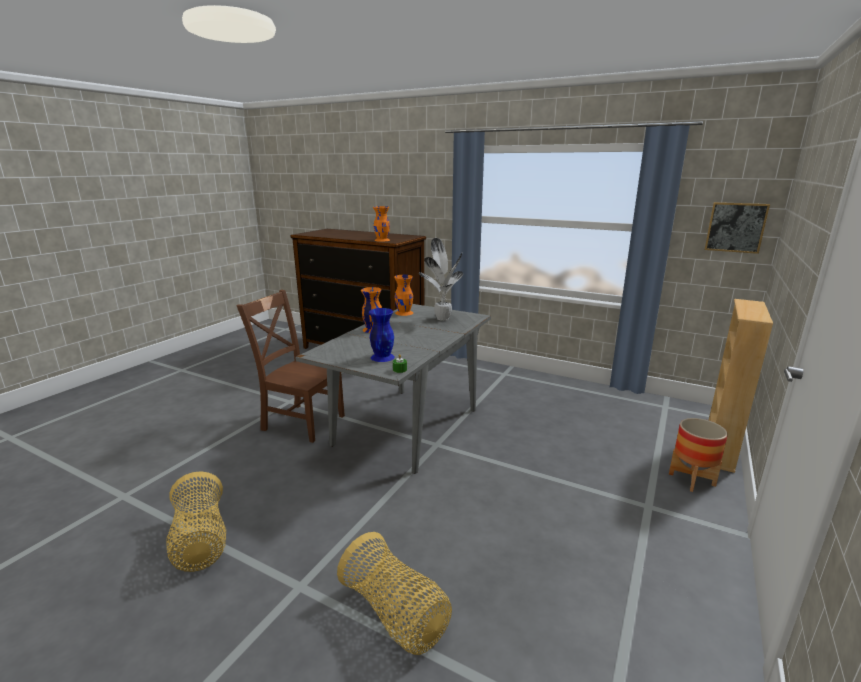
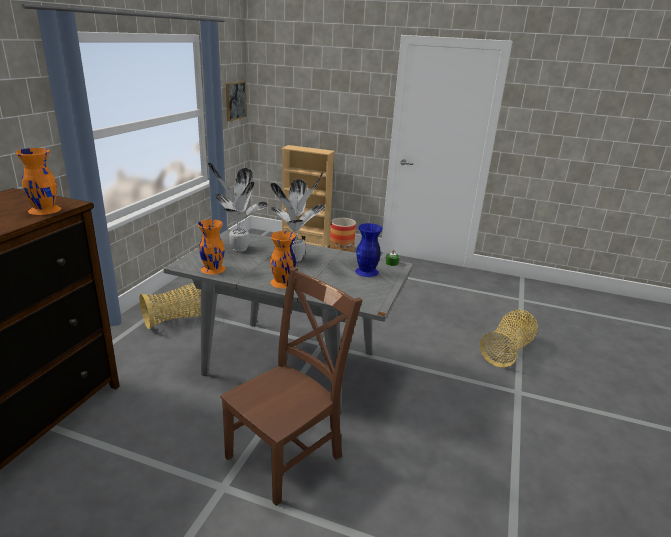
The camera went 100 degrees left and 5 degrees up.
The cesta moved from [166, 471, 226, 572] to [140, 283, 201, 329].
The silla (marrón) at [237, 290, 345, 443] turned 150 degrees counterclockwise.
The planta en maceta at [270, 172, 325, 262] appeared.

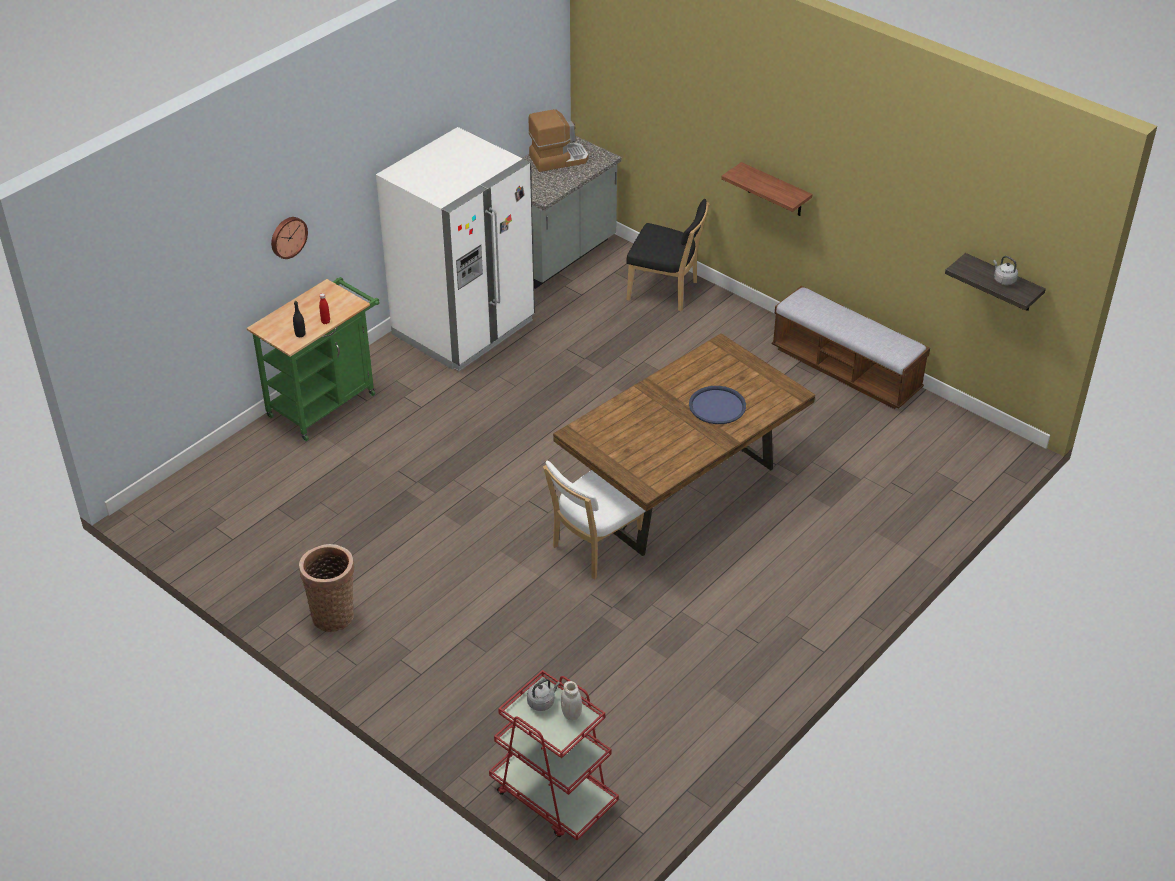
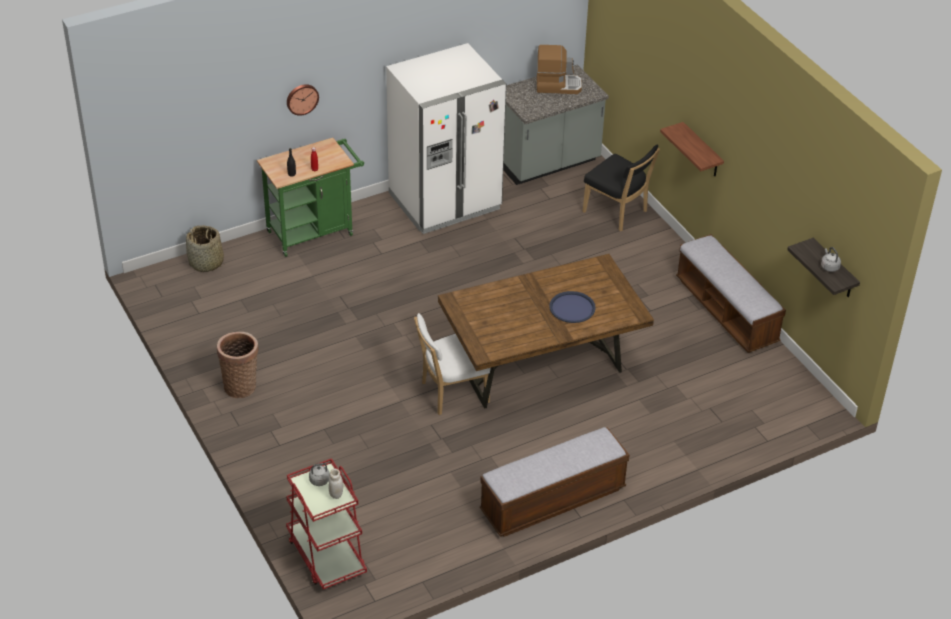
The camera went 20 degrees right and 0 degrees up.
The cesta at [186, 225, 224, 272] appeared.
The banco at [480, 427, 629, 537] appeared.

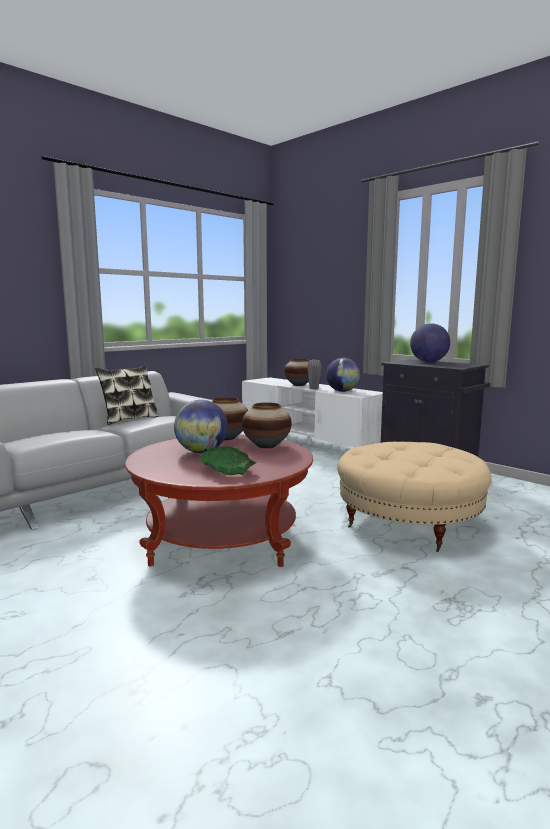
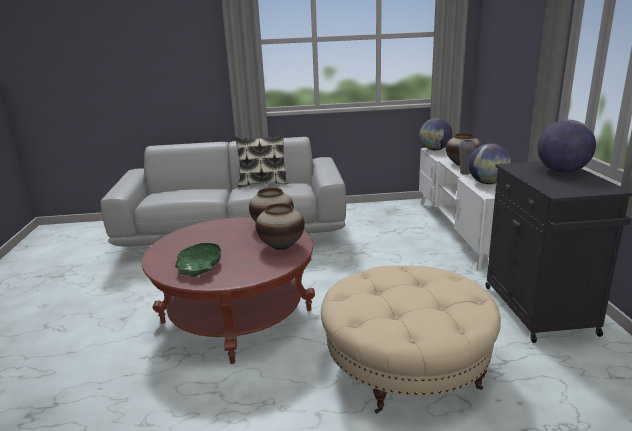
The camera went 40 degrees right and 10 degrees up.
The globo terráqueo moved from [174, 400, 228, 453] to [419, 118, 452, 150].

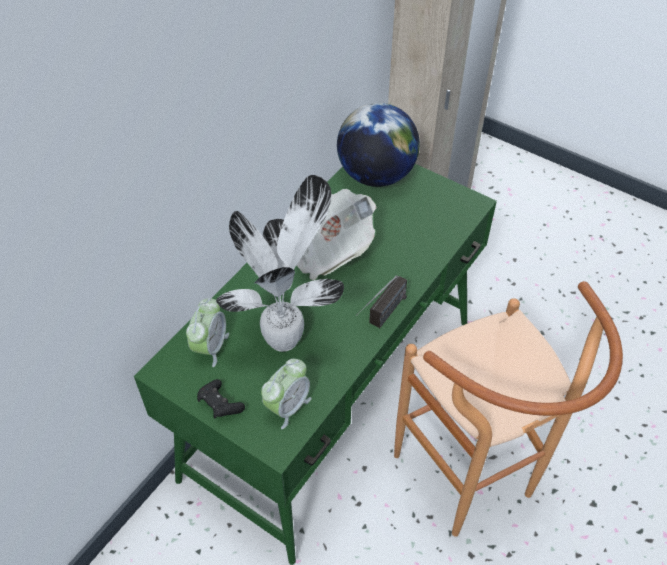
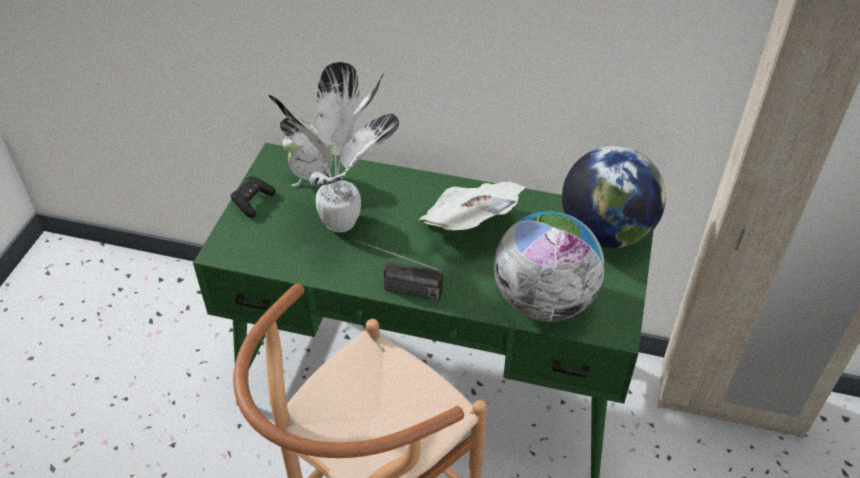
The camera went 70 degrees right and 5 degrees down.
The globo terráqueo at [494, 212, 605, 322] appeared.
The despertador at [261, 359, 312, 429] disappeared.

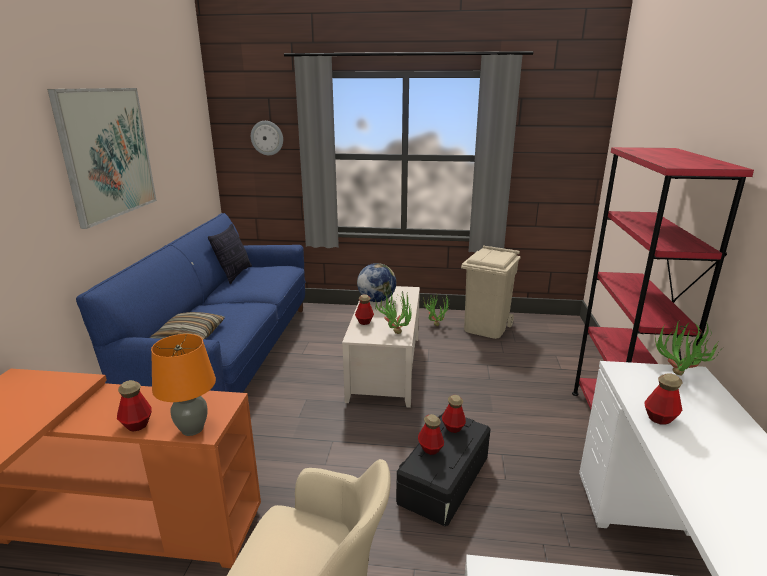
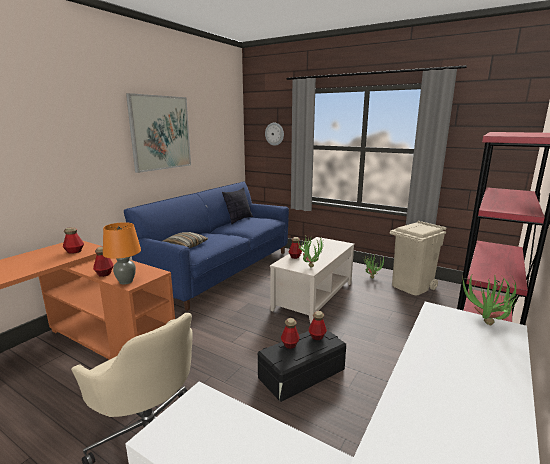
The camera went 25 degrees right and 5 degrees down.
The botella moved from [644, 373, 682, 425] to [63, 227, 84, 254].
The globo terráqueo at [357, 263, 396, 302] disappeared.

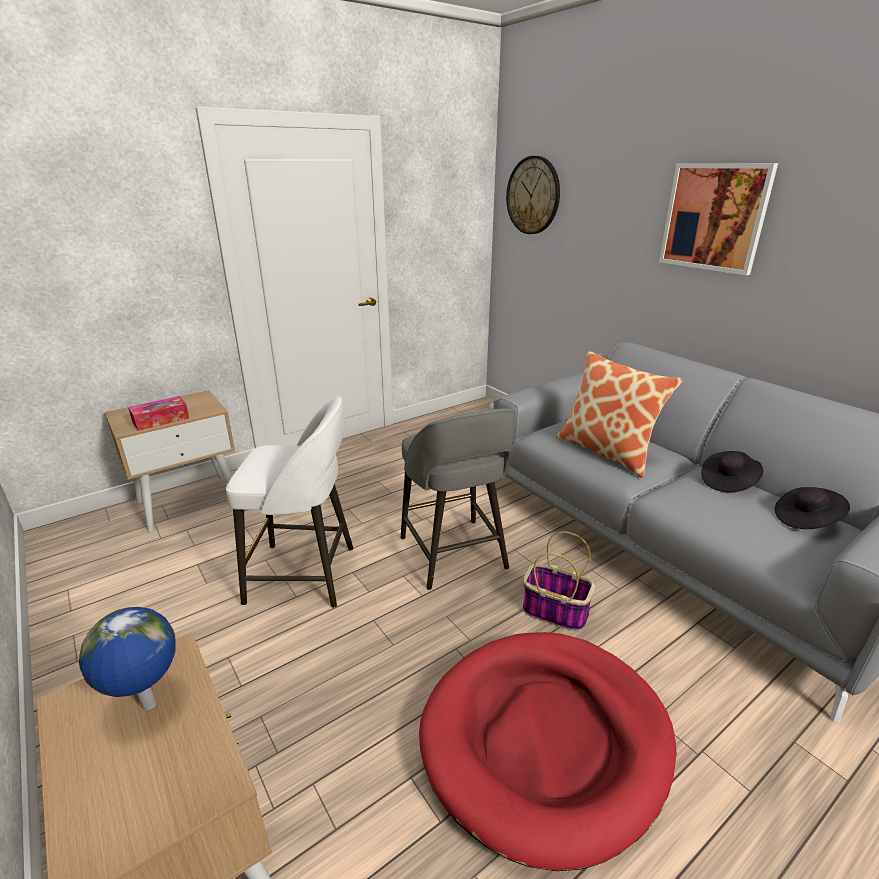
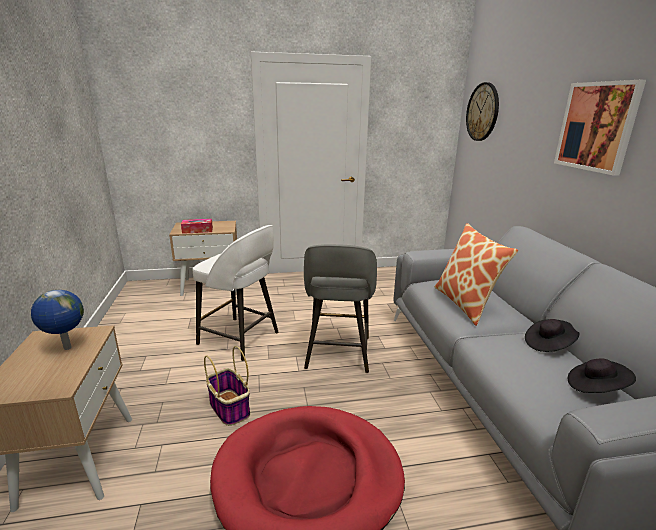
The camera went 25 degrees right and 5 degrees down.
The cesta moved from [523, 531, 595, 631] to [204, 346, 250, 426].

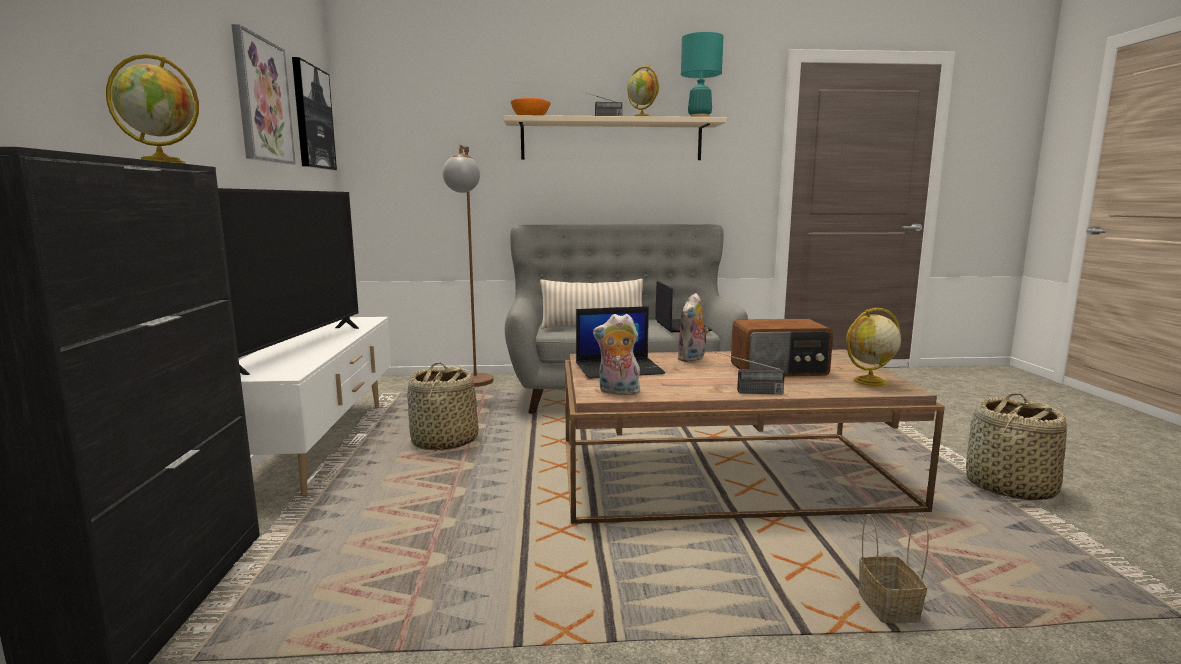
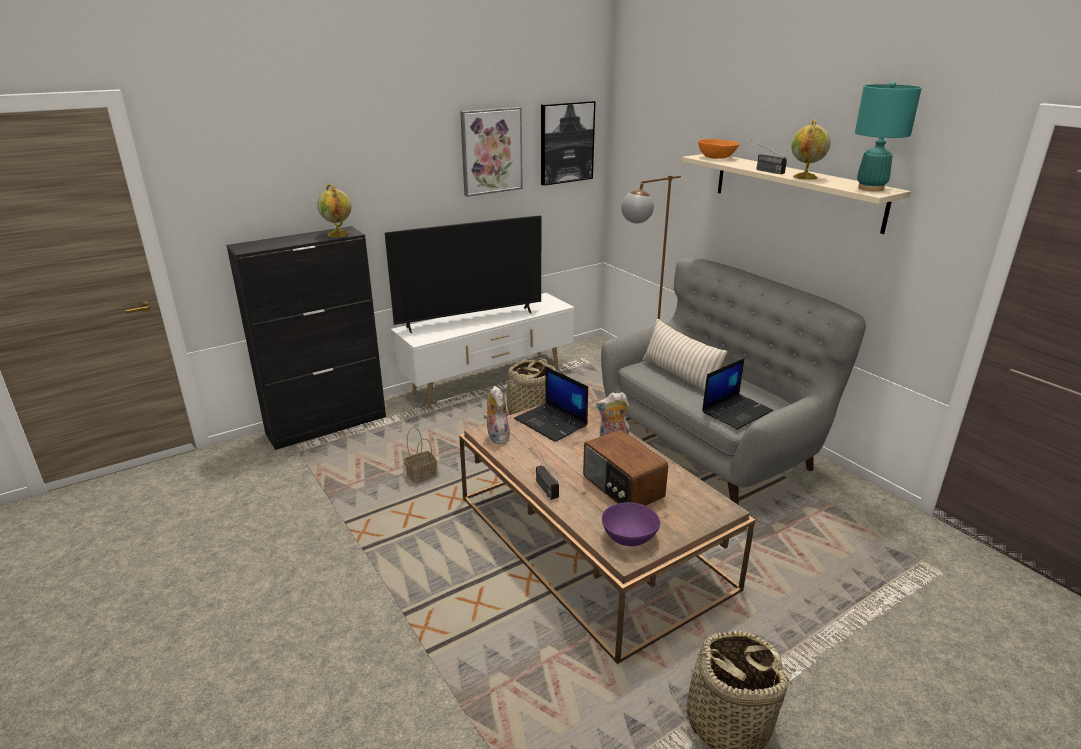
The camera went 60 degrees right and 15 degrees up.
The cesta moved from [859, 513, 929, 623] to [404, 427, 437, 484].
The globo terráqueo at [846, 308, 901, 387] was replaced by the cuenco (morado) at [602, 502, 661, 546].

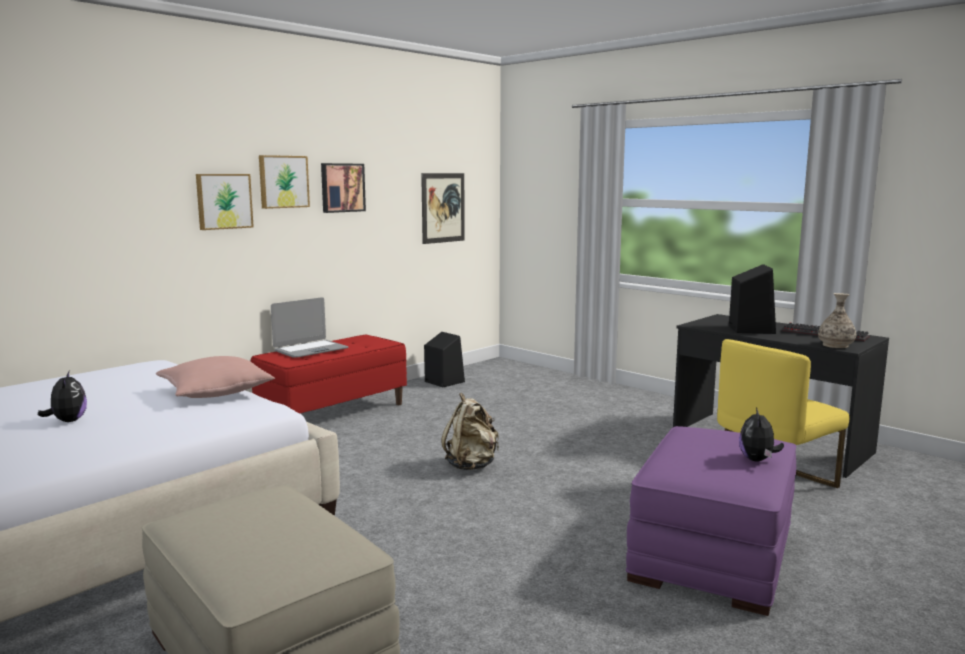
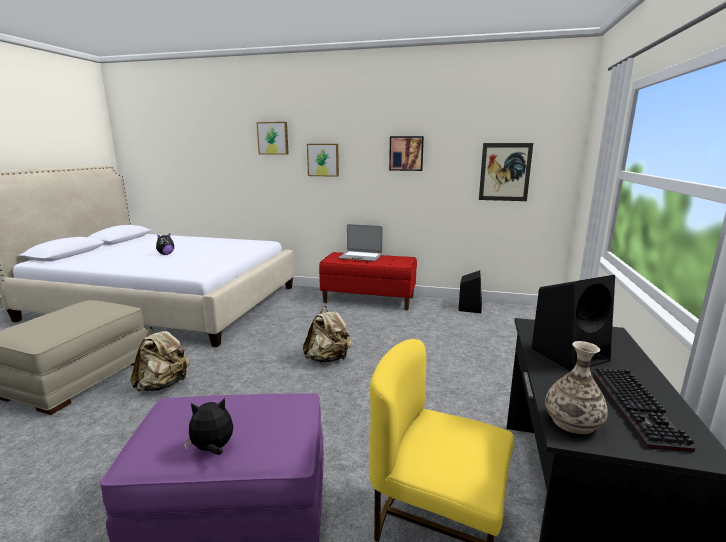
The camera went 60 degrees right and 5 degrees up.
The mochila (beis) at [131, 327, 190, 391] appeared.
The cuadro moved from [259, 155, 310, 209] to [256, 122, 289, 155].
The cojín (rosa) at [156, 356, 275, 398] disappeared.

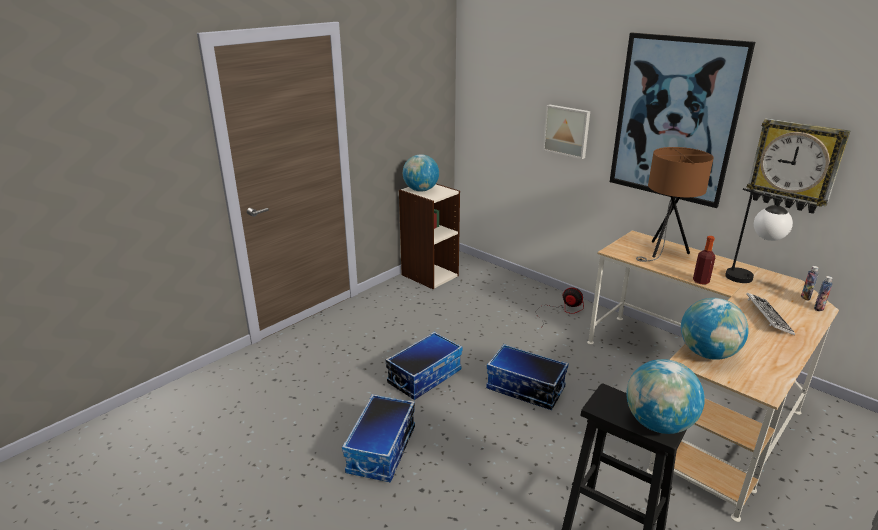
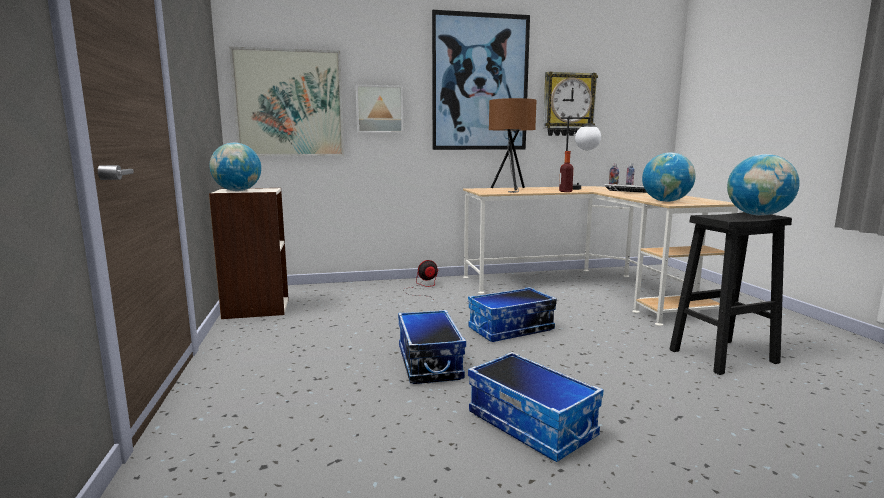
The camera went 55 degrees left and 15 degrees down.
The cuadro at [229, 47, 344, 157] appeared.

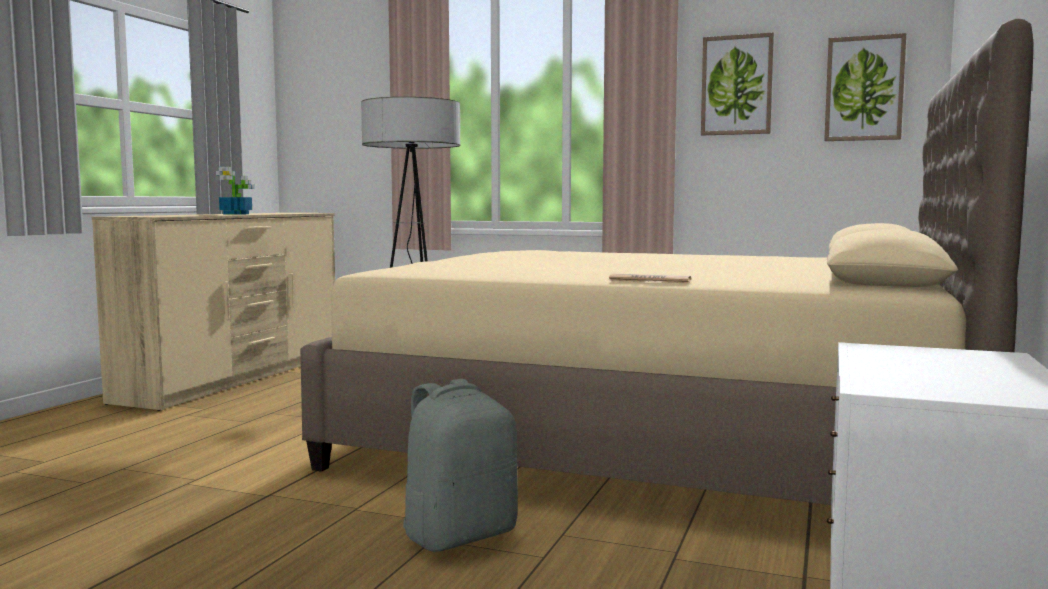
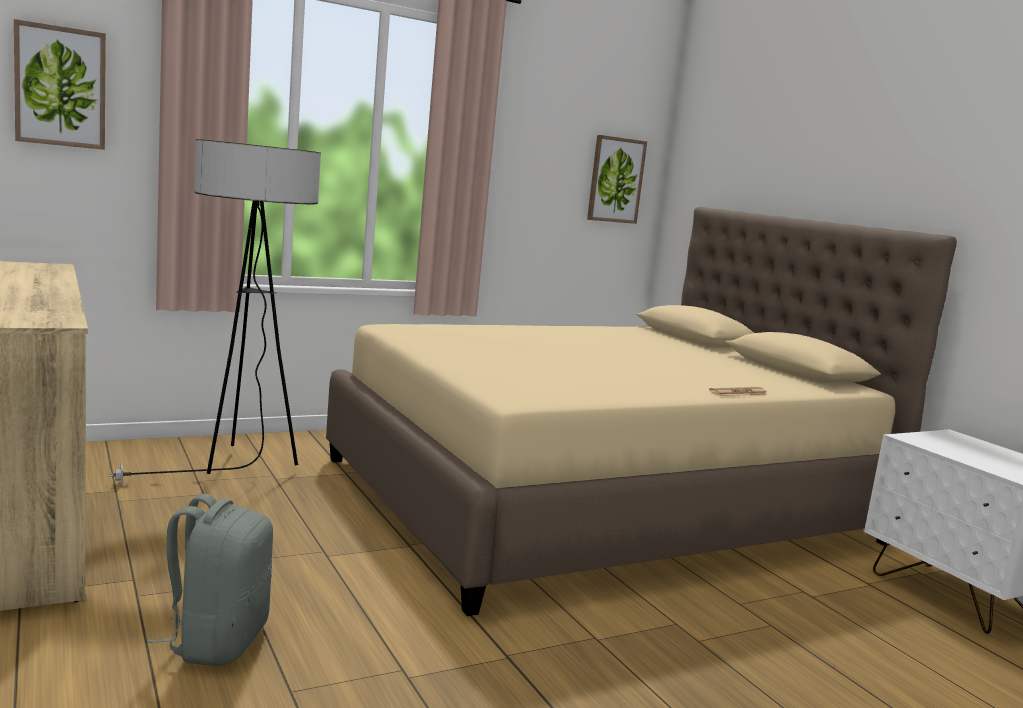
The camera went 50 degrees left and 5 degrees up.
The cuadro moved from [701, 32, 774, 135] to [14, 19, 106, 150].
The mochila (gris) moved from [403, 379, 518, 552] to [148, 494, 273, 666].
The planta en maceta at [216, 167, 254, 215] disappeared.

